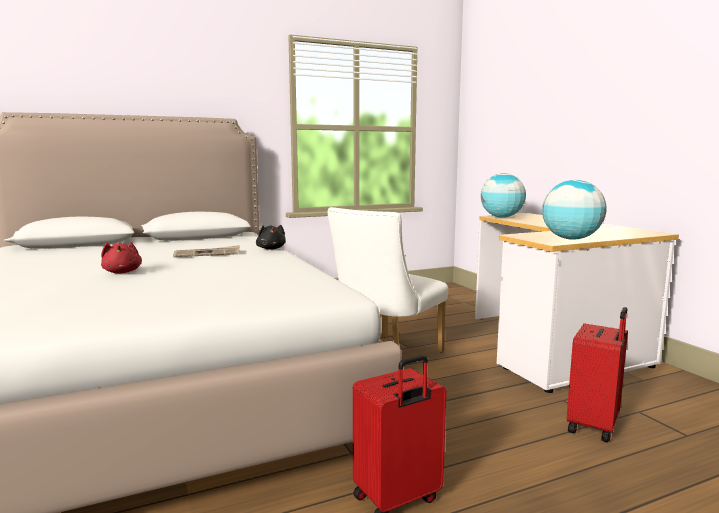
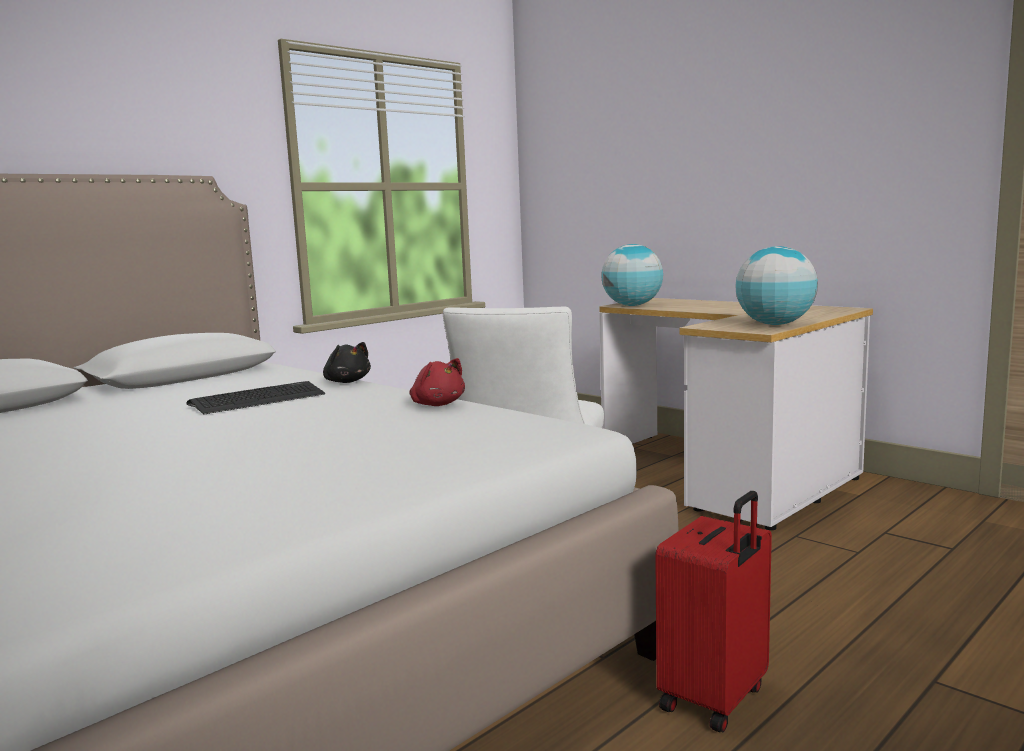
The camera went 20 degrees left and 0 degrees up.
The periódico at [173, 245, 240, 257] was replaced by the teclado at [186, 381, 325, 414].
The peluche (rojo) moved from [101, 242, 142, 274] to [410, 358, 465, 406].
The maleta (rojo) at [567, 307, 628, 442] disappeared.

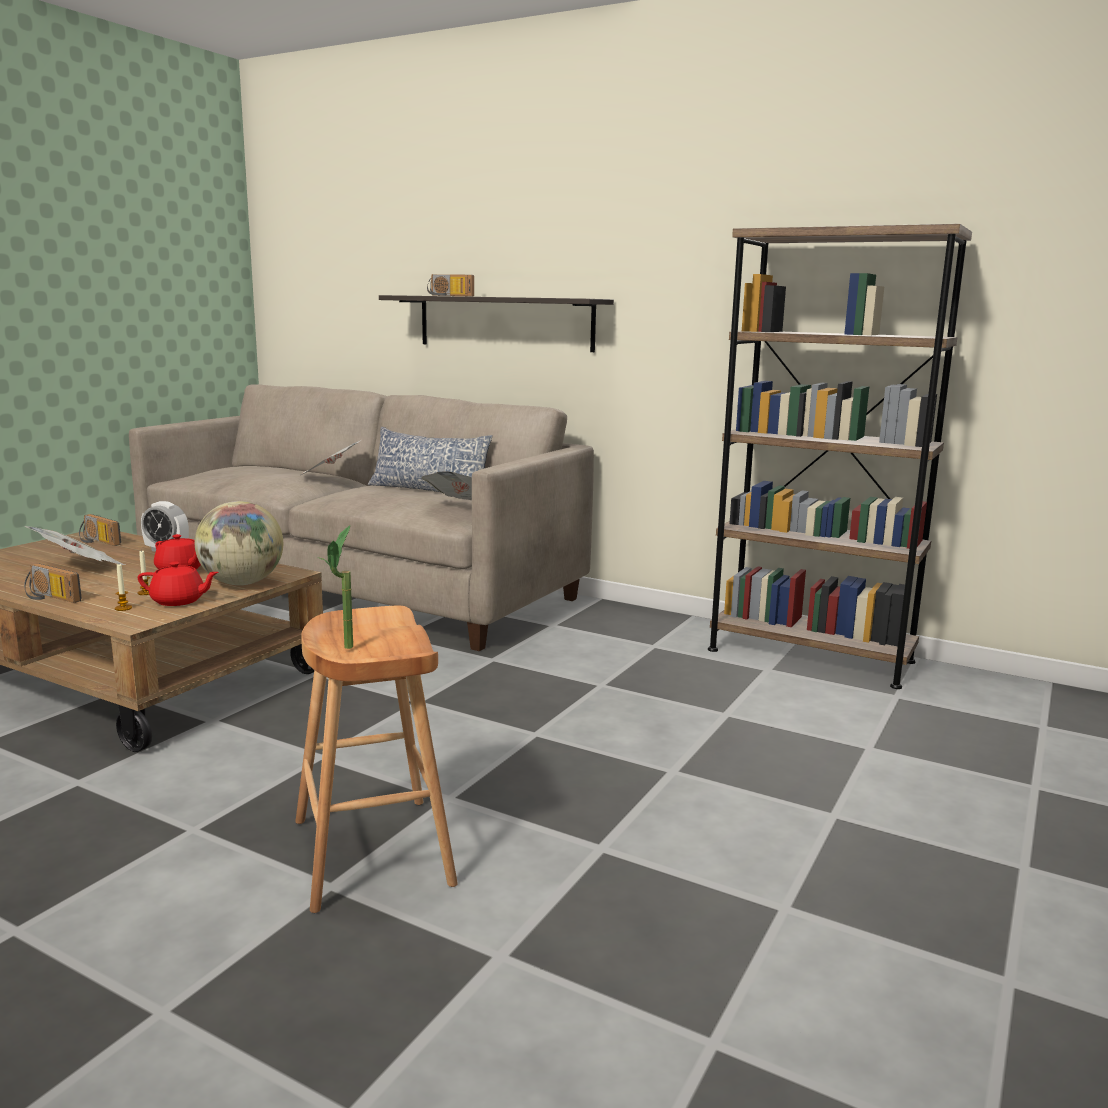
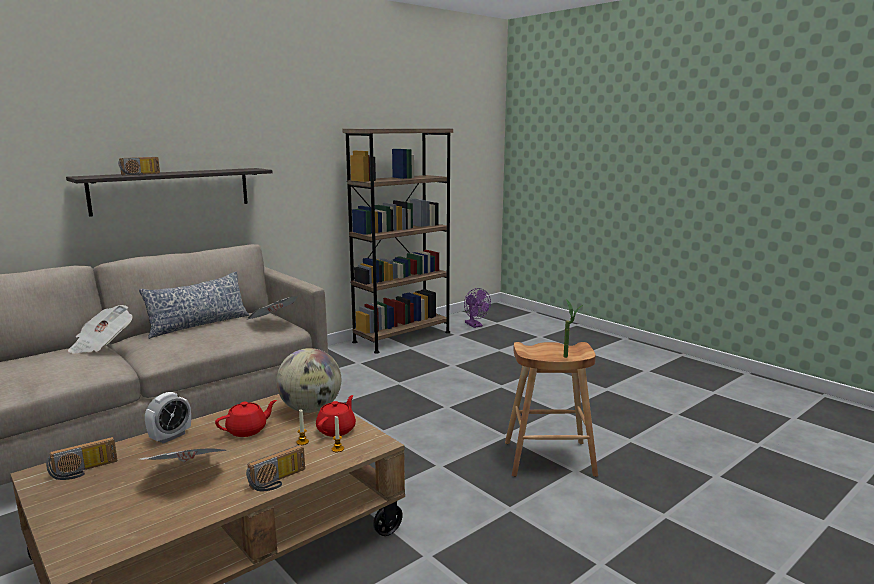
The camera went 70 degrees left and 0 degrees up.
The ventilador (morado) at [464, 288, 491, 328] appeared.

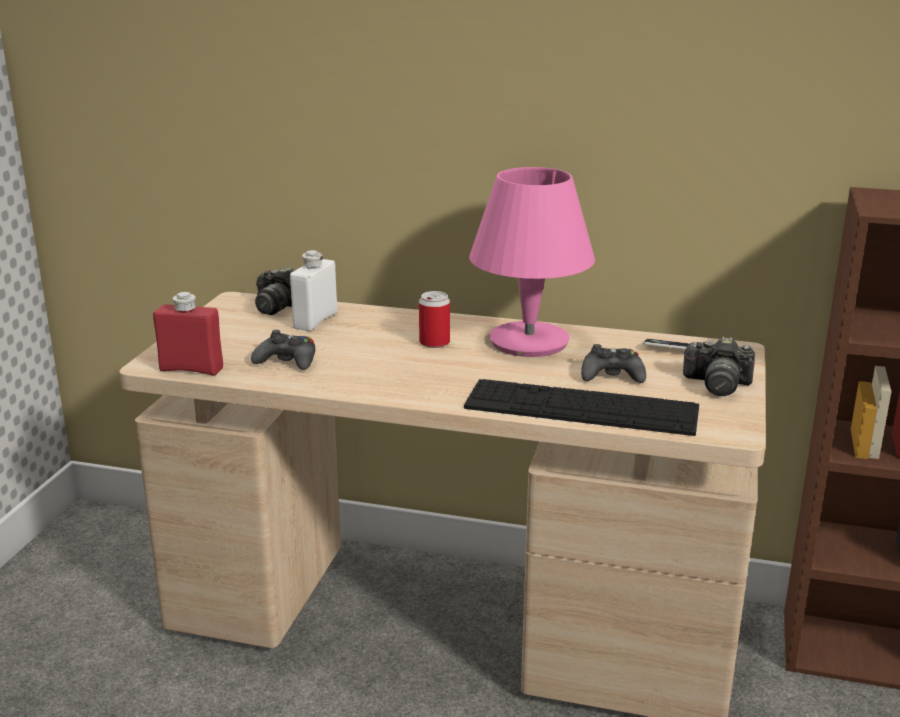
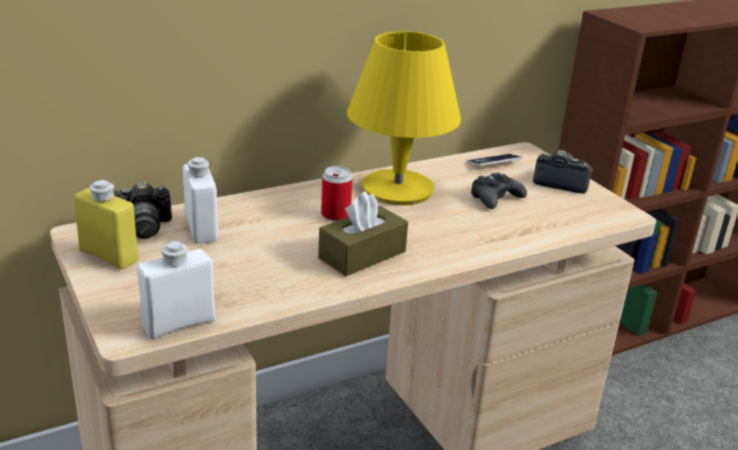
The camera went 45 degrees left and 5 degrees up.
The botella (amarillo) at [73, 180, 139, 270] appeared.
The botella (rojo) at [153, 292, 223, 376] became the botella (blanco) at [137, 241, 215, 339].
The caja de pañuelos (marrón) at [318, 192, 408, 276] appeared.
The lámpara de mesa (rosa) at [469, 167, 595, 357] became the lámpara de mesa (amarillo) at [347, 31, 461, 205].
The cámara at [682, 336, 755, 396] turned 135 degrees counterclockwise.
The mando de consola (negro) at [251, 330, 315, 370] disappeared.
The teclado at [464, 379, 699, 436] disappeared.

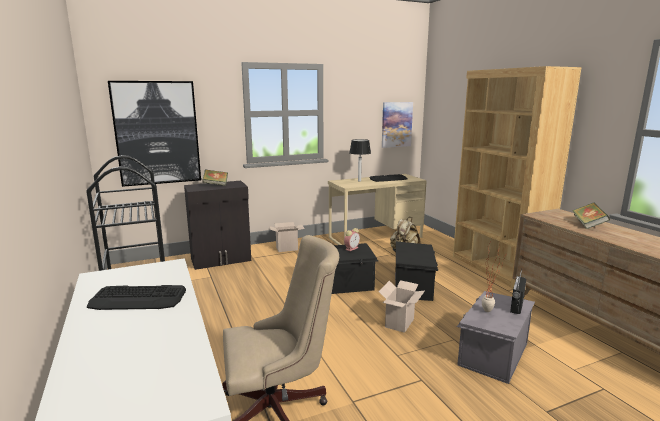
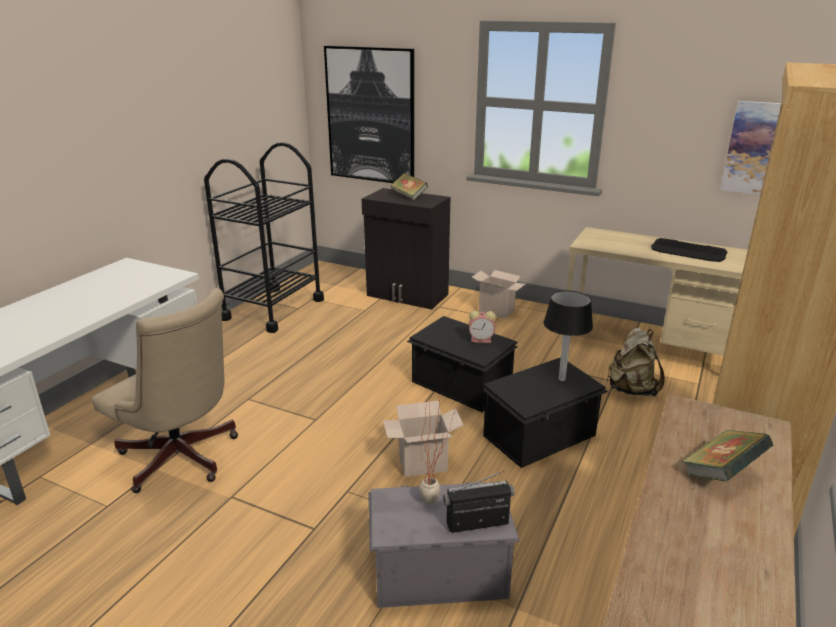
The camera went 50 degrees right and 10 degrees up.
The lámpara de mesa moved from [349, 139, 371, 181] to [543, 291, 593, 381].
The teclado at [87, 285, 186, 310] disappeared.

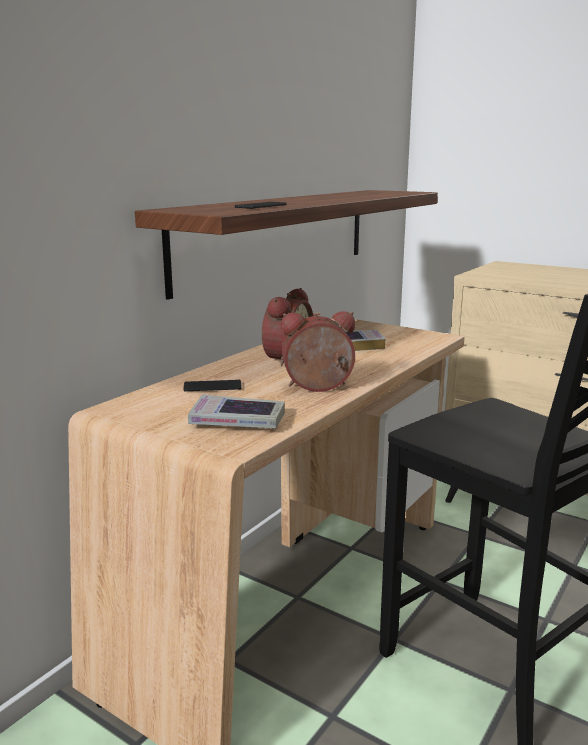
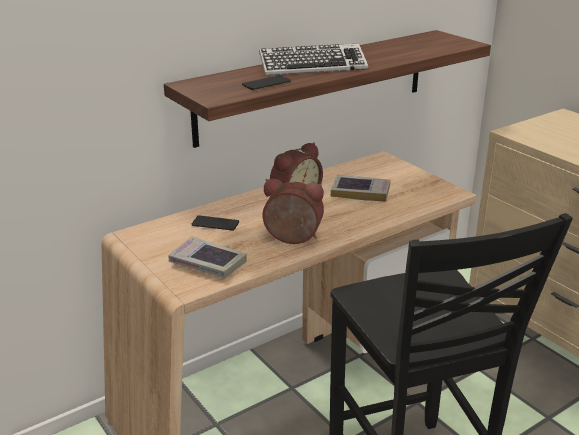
The camera went 20 degrees right and 10 degrees up.
The teclado at [259, 43, 368, 76] appeared.

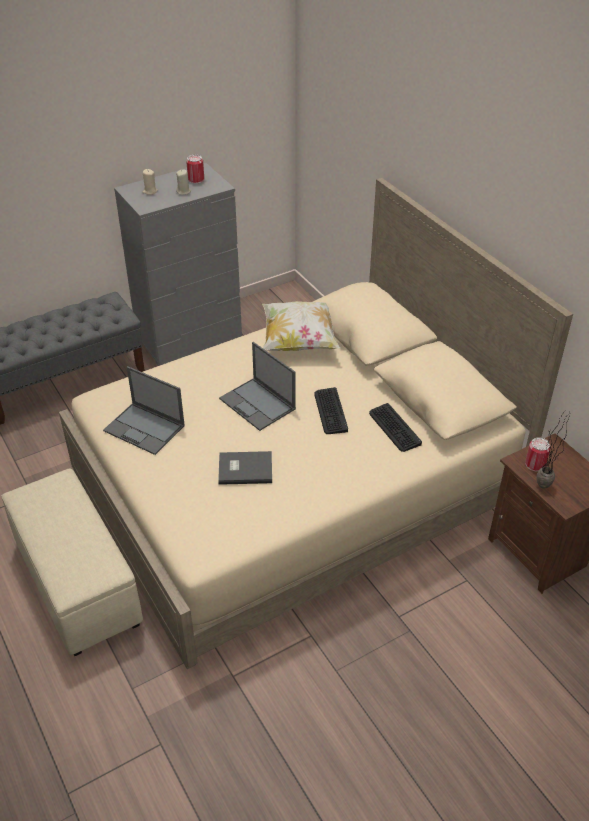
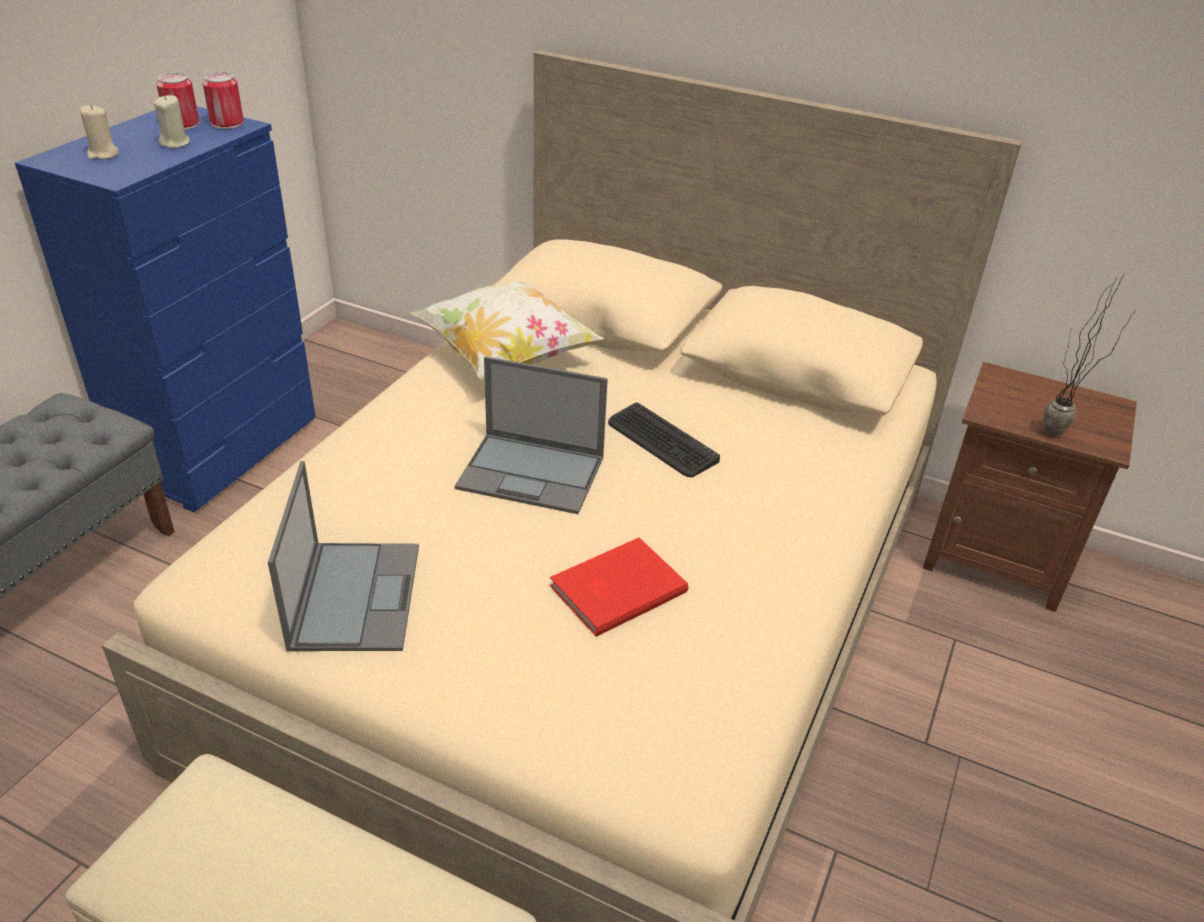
The camera went 35 degrees left and 5 degrees down.
The cómoda (gris) at [114, 163, 242, 366] became the cómoda (azul) at [15, 106, 316, 512].
The lata moved from [525, 437, 550, 472] to [202, 72, 243, 129].
The portátil at [103, 366, 185, 455] turned 90 degrees counterclockwise.
The libro (gris) at [218, 451, 272, 485] became the libro (rojo) at [550, 538, 688, 637].
The teclado at [369, 403, 422, 452] disappeared.

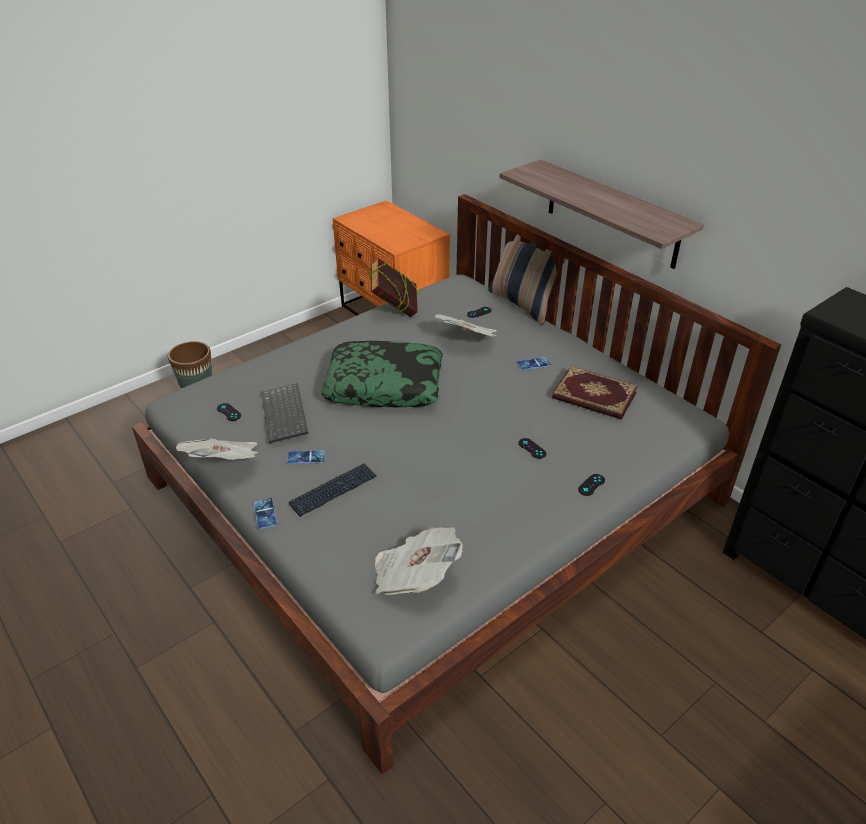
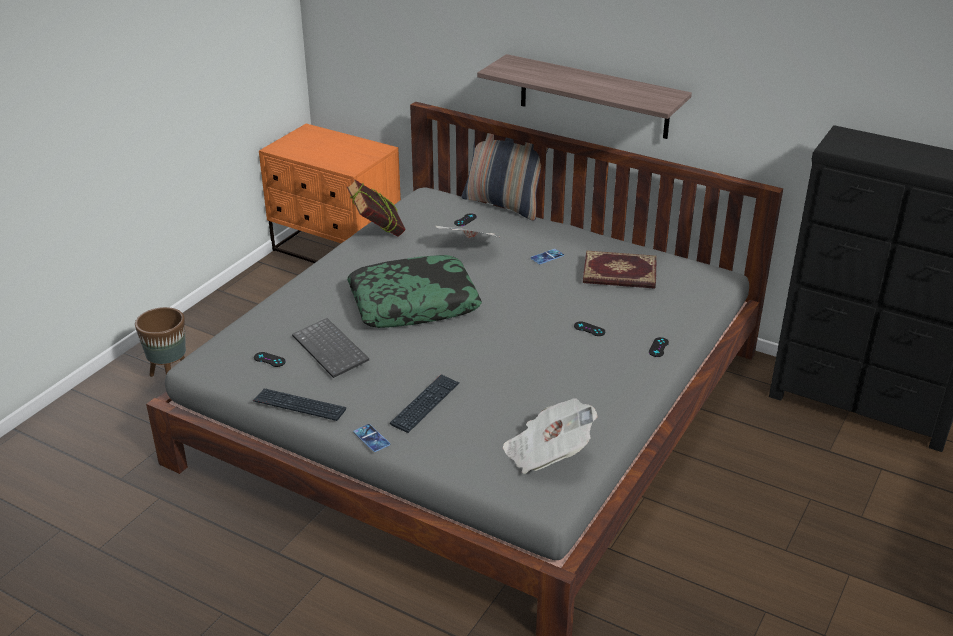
The camera went 20 degrees left and 5 degrees down.
The periódico at [176, 438, 258, 460] was replaced by the teclado at [253, 389, 346, 421].
The móvil at [287, 450, 325, 464] disappeared.

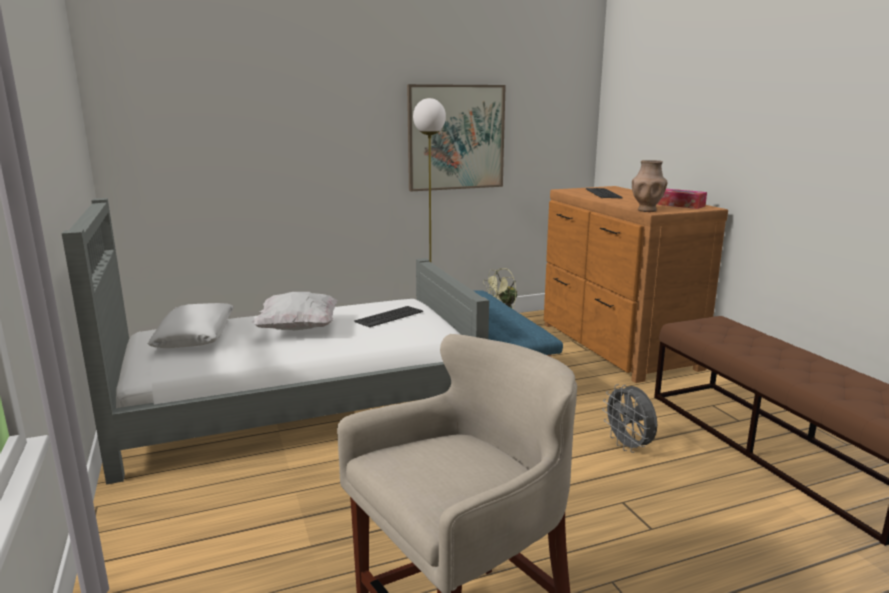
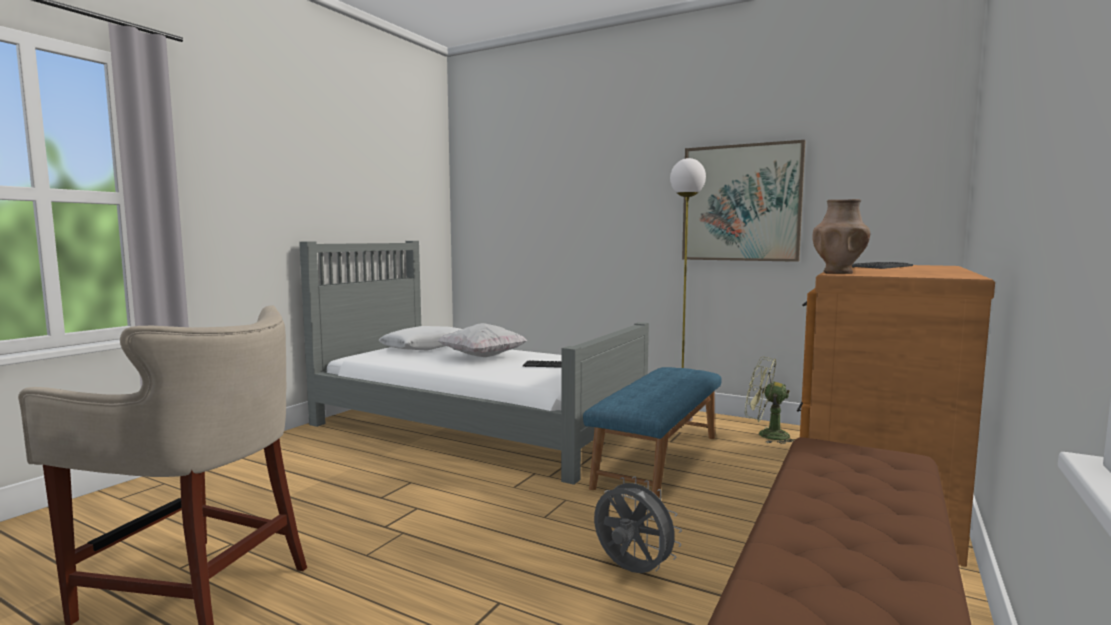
The camera went 50 degrees right and 10 degrees down.
The ventilador (gris) at [602, 384, 657, 453] turned 105 degrees clockwise.
The caja de pañuelos at [657, 189, 707, 209] disappeared.

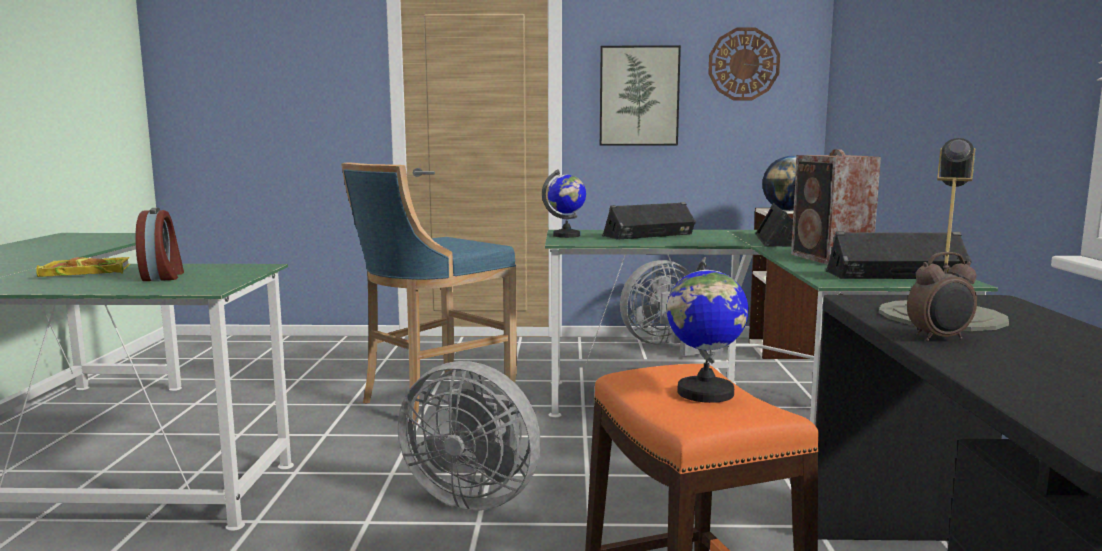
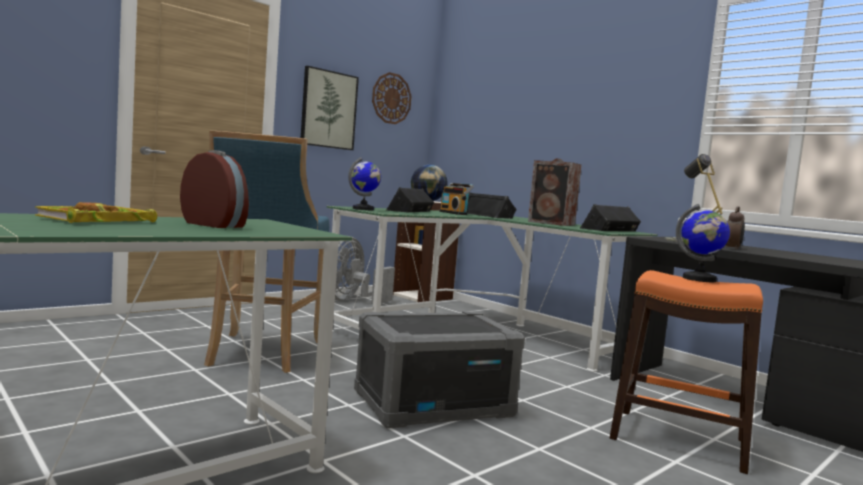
The camera went 45 degrees left and 5 degrees down.
The ventilador (gris) at [398, 361, 541, 511] was replaced by the caja de almacenaje (gris) at [354, 311, 525, 429].
The radio at [439, 183, 474, 215] appeared.

